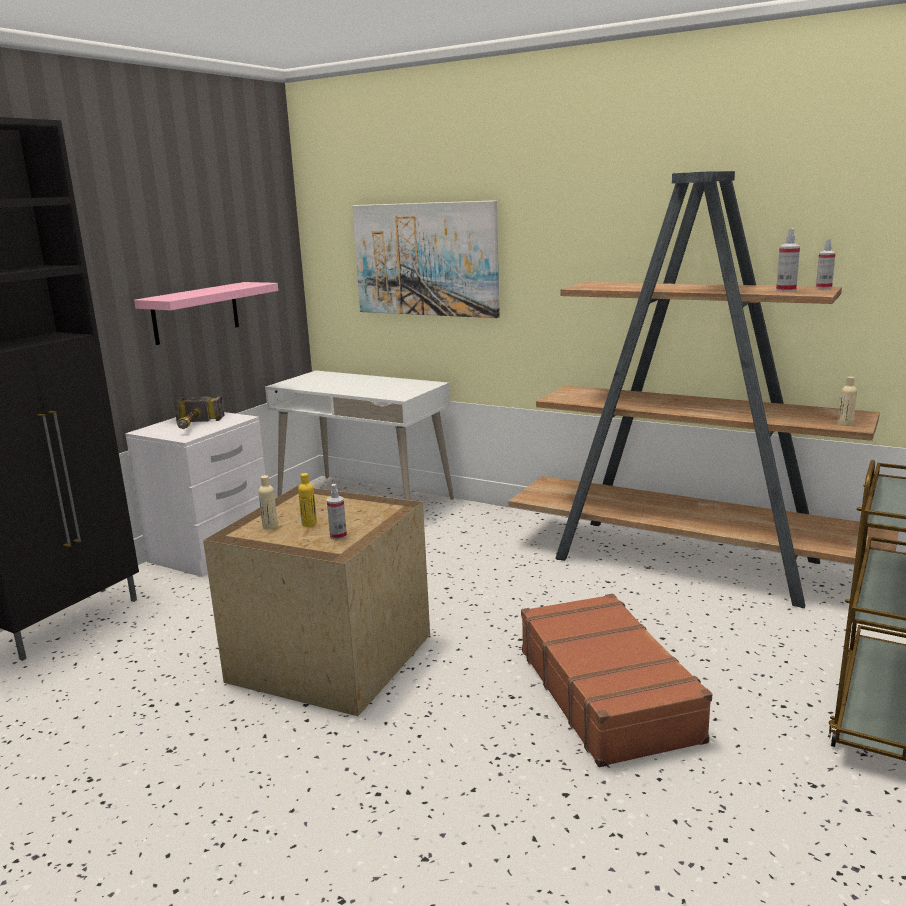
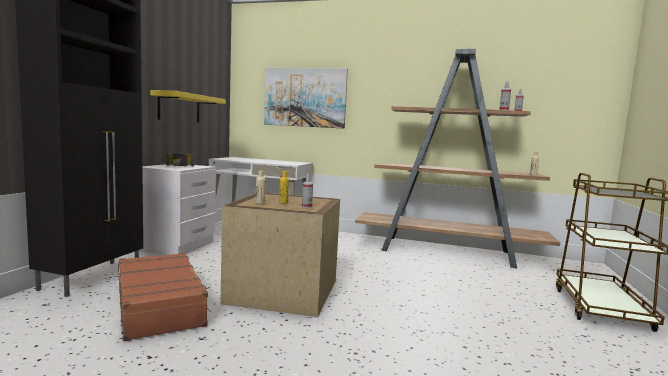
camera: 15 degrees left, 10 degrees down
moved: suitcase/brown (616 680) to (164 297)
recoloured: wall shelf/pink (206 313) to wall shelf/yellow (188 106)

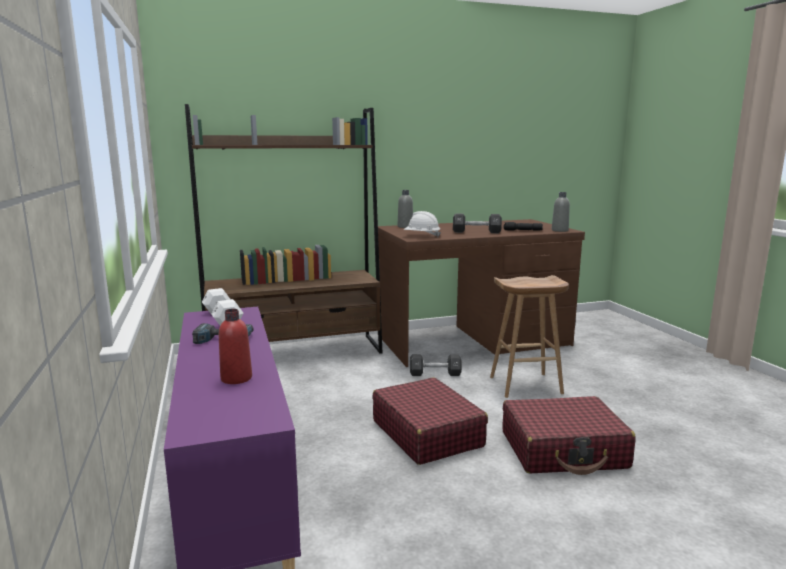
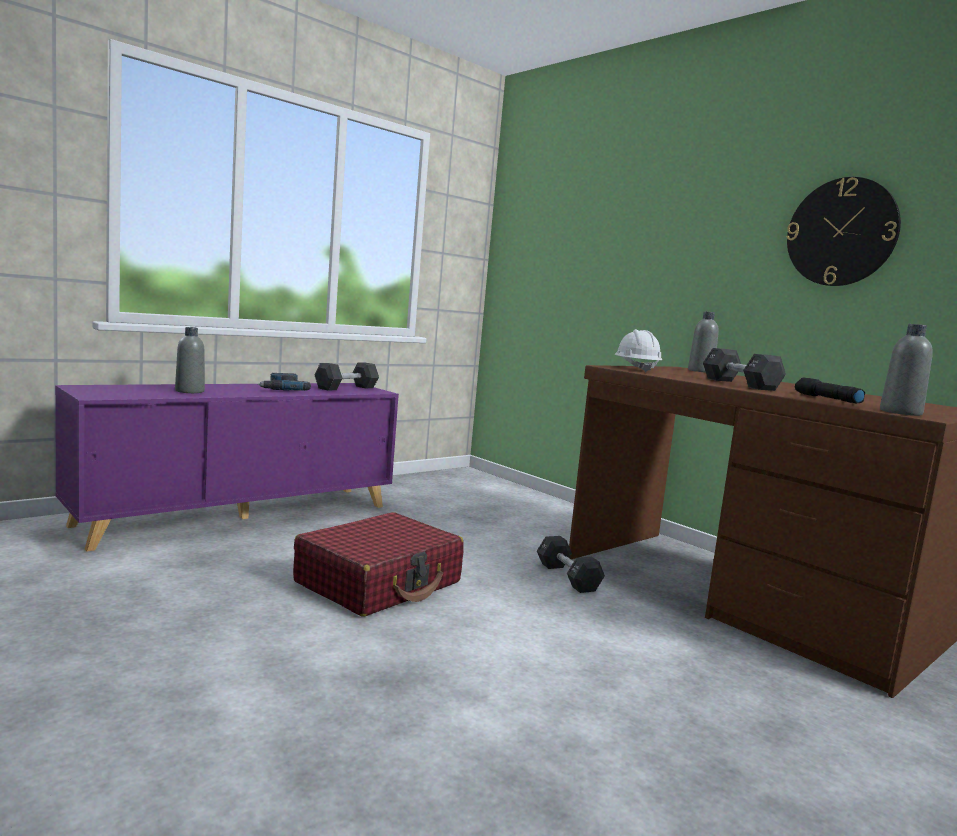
camera: 65 degrees right, 5 degrees down
removed: shelving unit/brown (283 229); sitting stool/brown (529 336); suitcase/red-coloured (569 435)
added: wall clock (843 231)
recoloured: free weight/white-coloured (223 306) to free weight/black-coloured (347 376); beverage bottle/red-coloured (235 346) to beverage bottle/gray (190 360)

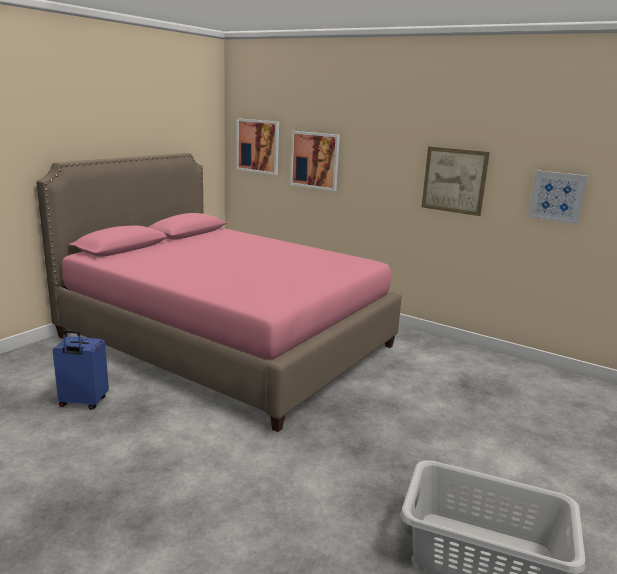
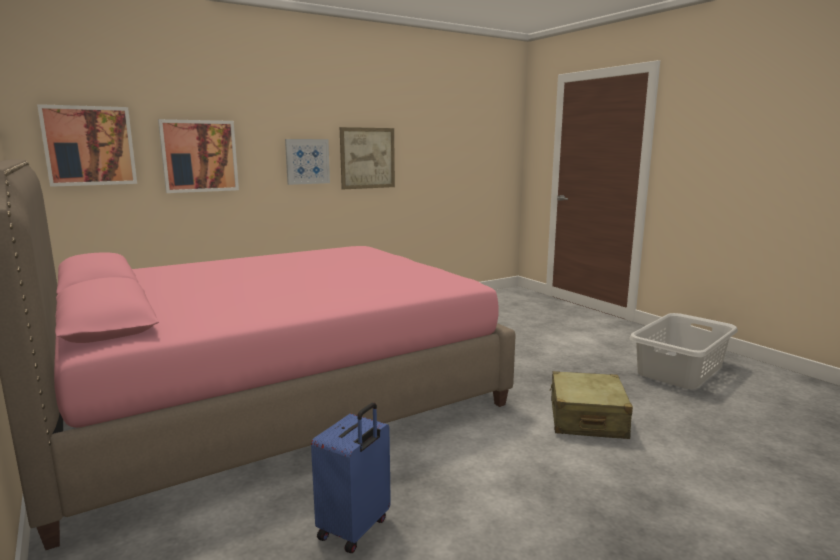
camera: 65 degrees left, 5 degrees down
added: suitcase/sand-coloured (591 405)
moved: picture (558 197) to (307 162)

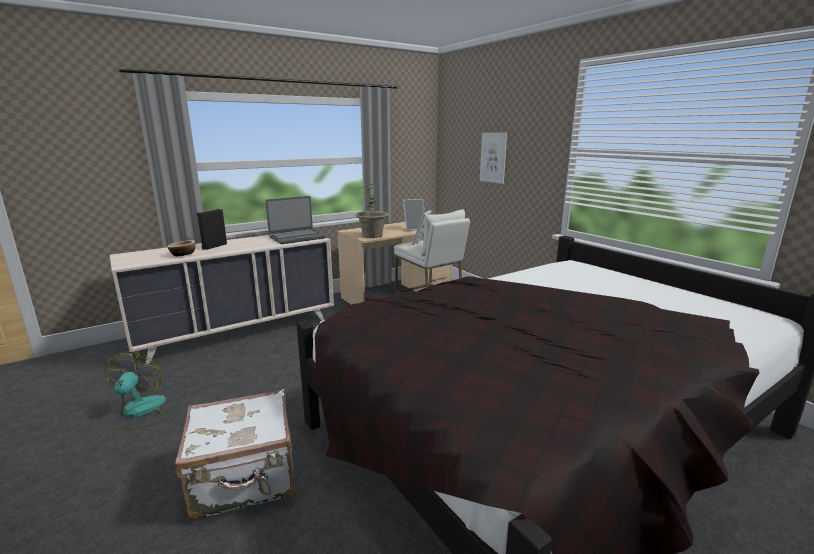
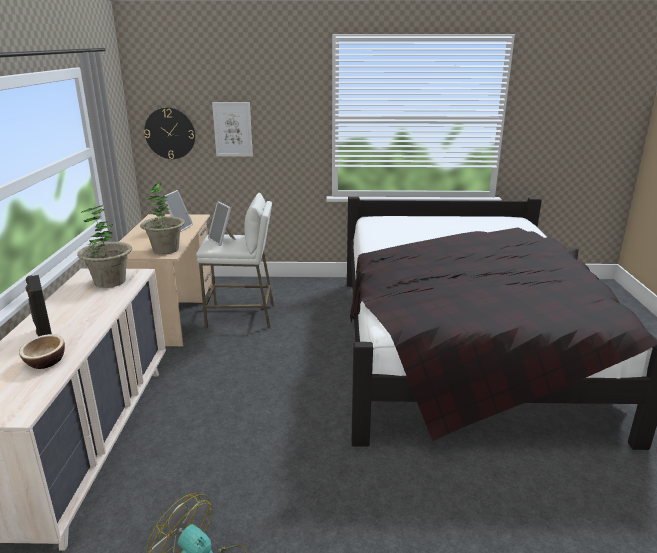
camera: 55 degrees left, 5 degrees up
removed: suitcase/white-coloured (235 455)
added: wall clock (169 133)
replaced: notebook computer (296 220) to houseplant (104 246)

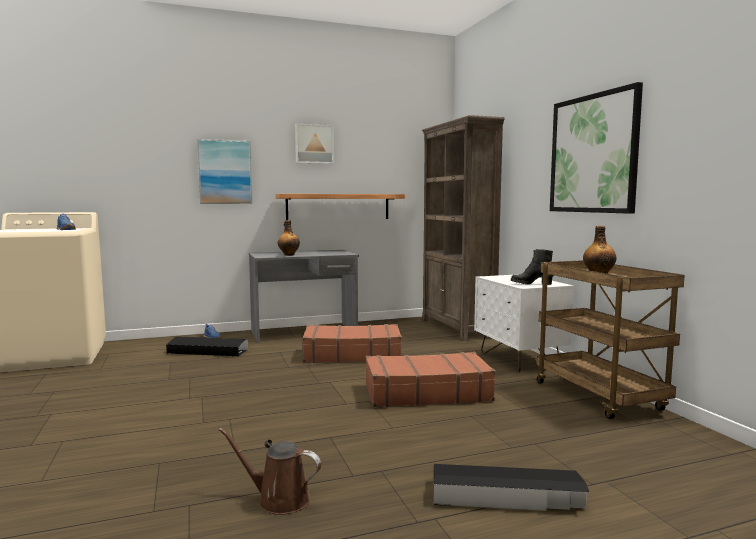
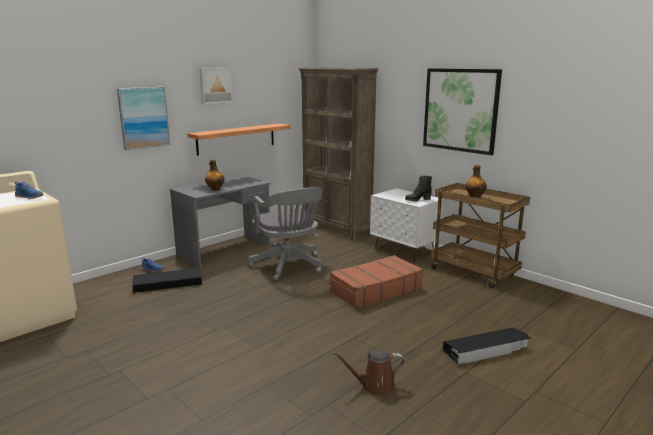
camera: 25 degrees left, 10 degrees up
replaced: suitcase/brown (352 343) to office chair/gray (285 233)

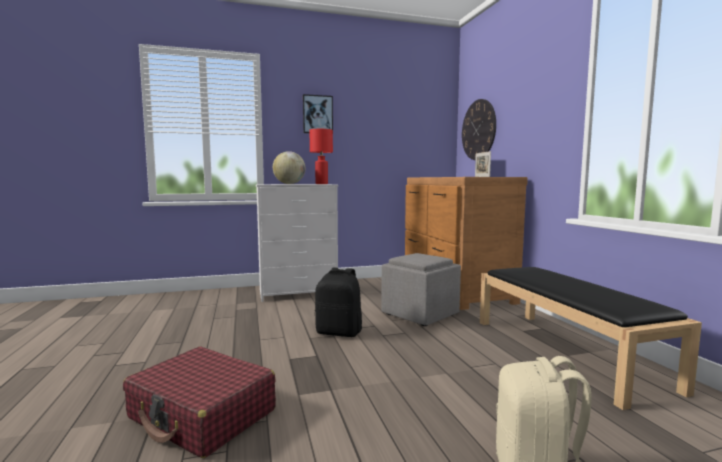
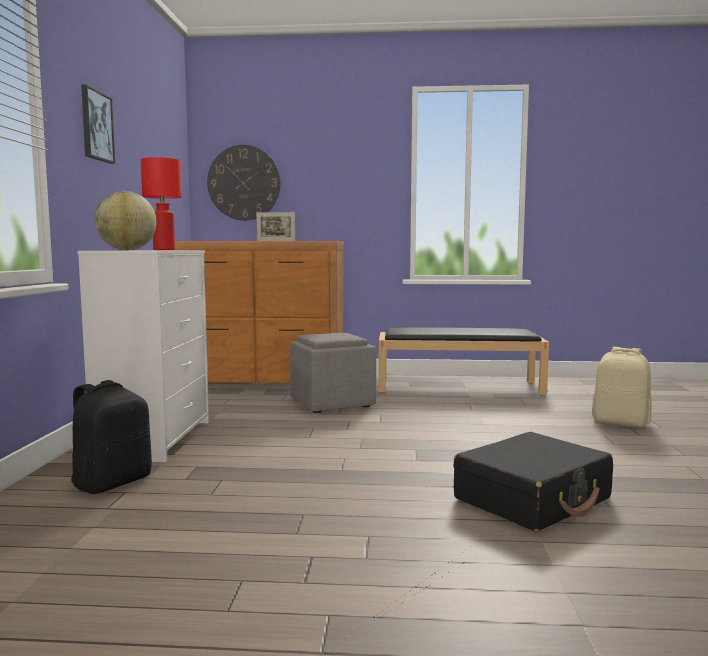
camera: 70 degrees left, 0 degrees up
moved: knapsack/black-coloured (338 302) to (111 437)
recoloured: suitcase/red-coloured (199 402) to suitcase/black-coloured (533 481)

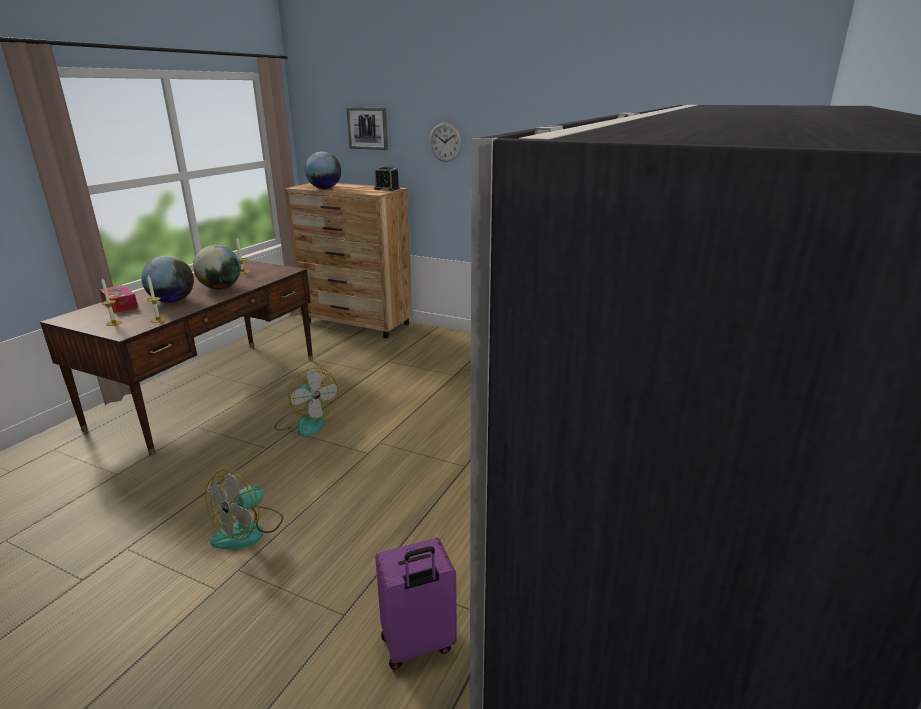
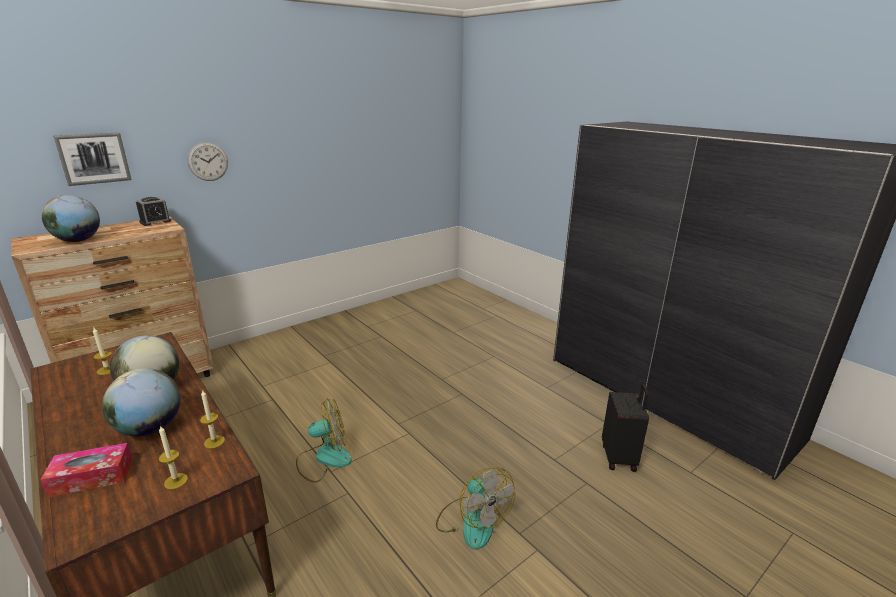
camera: 65 degrees left, 0 degrees up
recoloured: suitcase/purple (416 604) to suitcase/black-coloured (625 428)

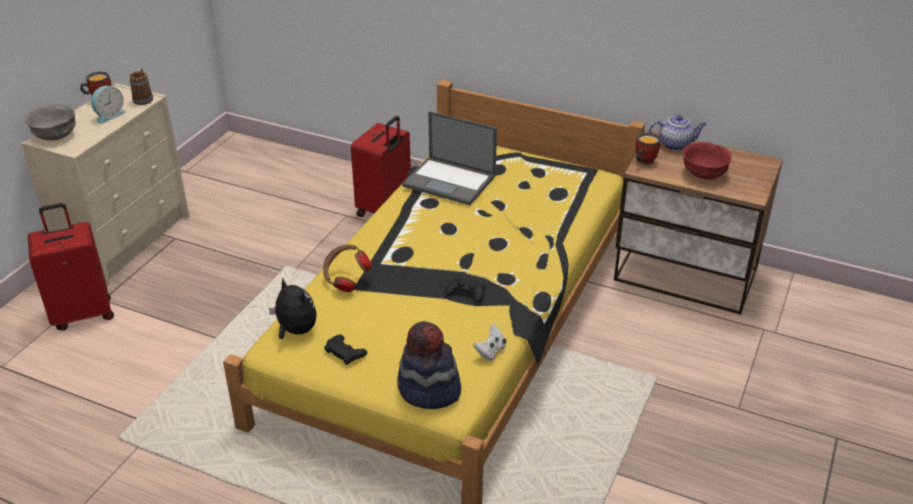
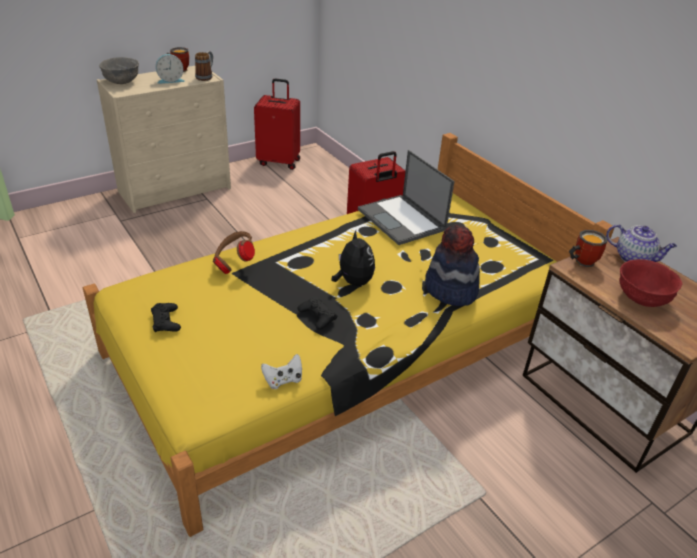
camera: 30 degrees right, 0 degrees up
moved: suitcase/red-coloured (71 267) to (277 124); plush toy (293 308) to (353 258); clothing hat (429 365) to (452 265)

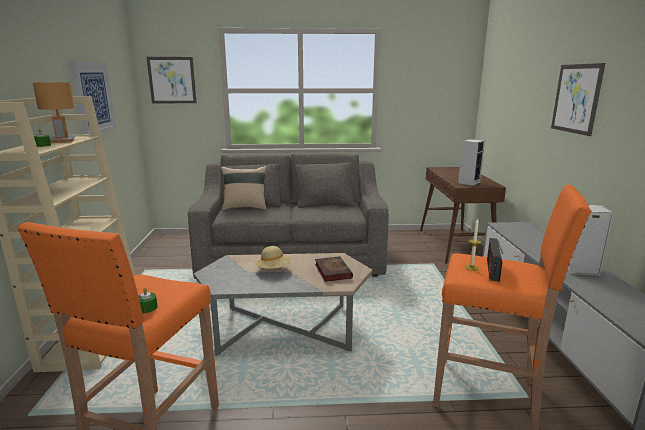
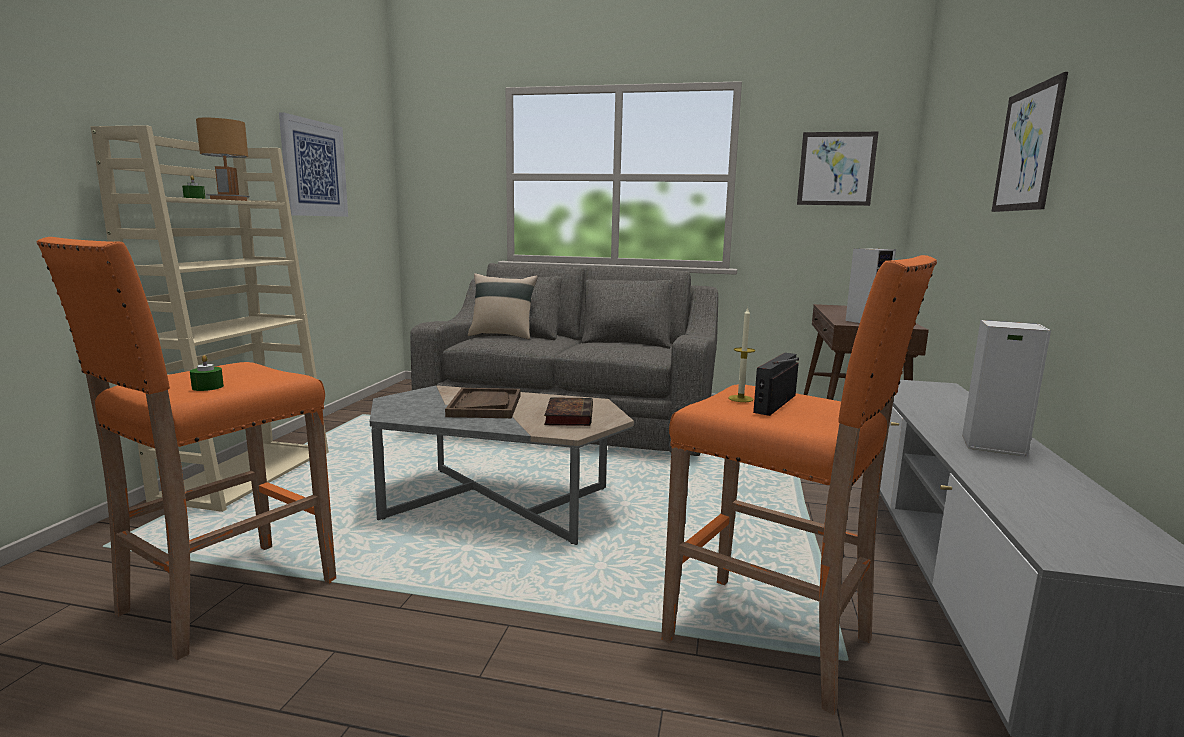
camera: 15 degrees right, 5 degrees down
moved: picture (171 80) to (838 169)
replaced: clothing hat/sand-coloured (273 257) to carrying tray/brown (483 403)

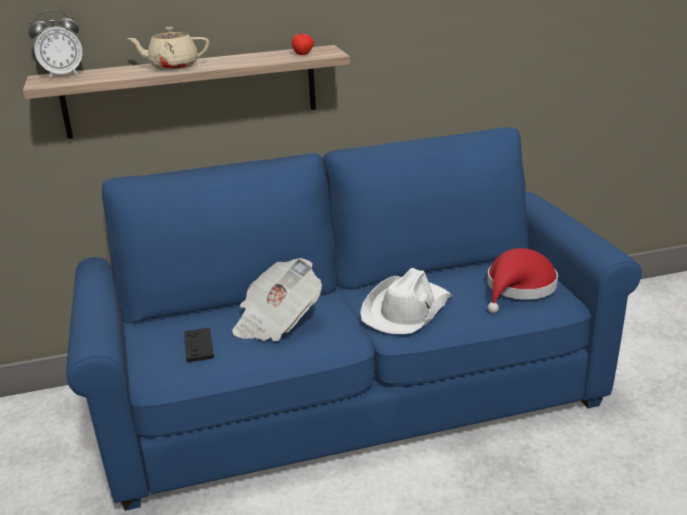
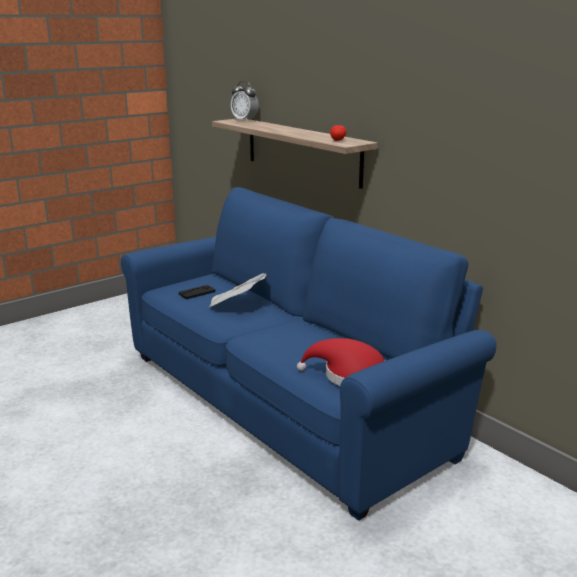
camera: 65 degrees right, 5 degrees down
removed: teapot/sand-coloured (167 48); clothing hat/white-coloured (406 301)

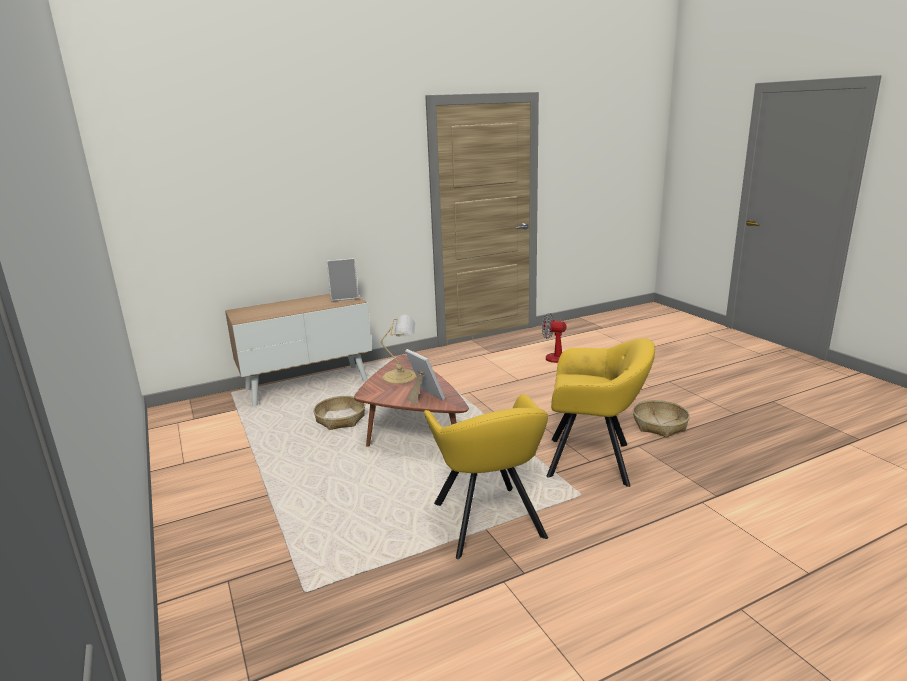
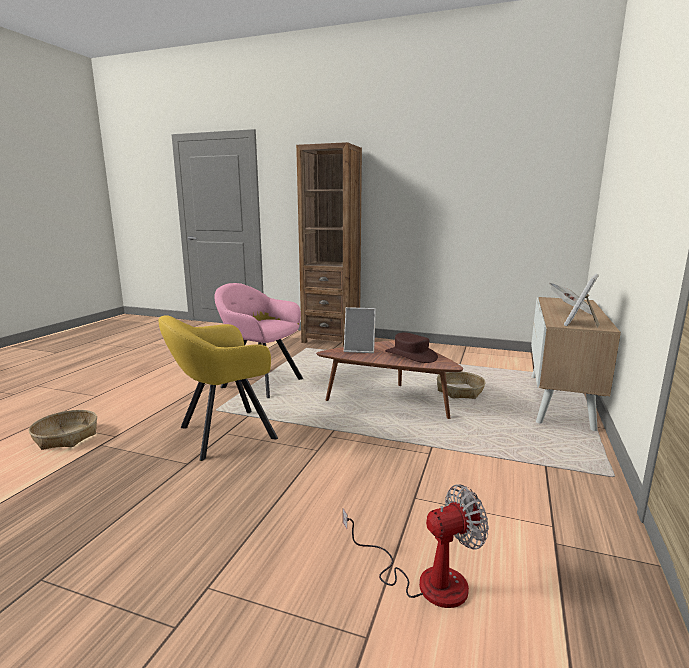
camera: 135 degrees right, 5 degrees down
added: shelving unit/brown (329 244); daily paper (570 299)
moved: household basket (661 418) to (63 430)
replaced: table lamp (399 349) to clothing hat/brown (411 347)
recoloured: armchair/yellow (486 476) to armchair/pink (258 340)

